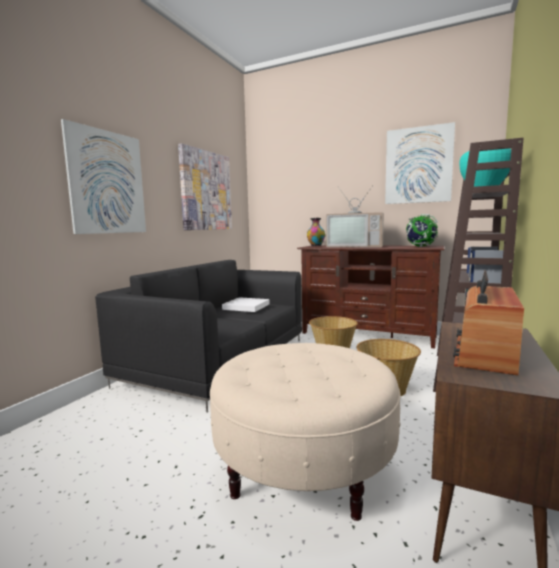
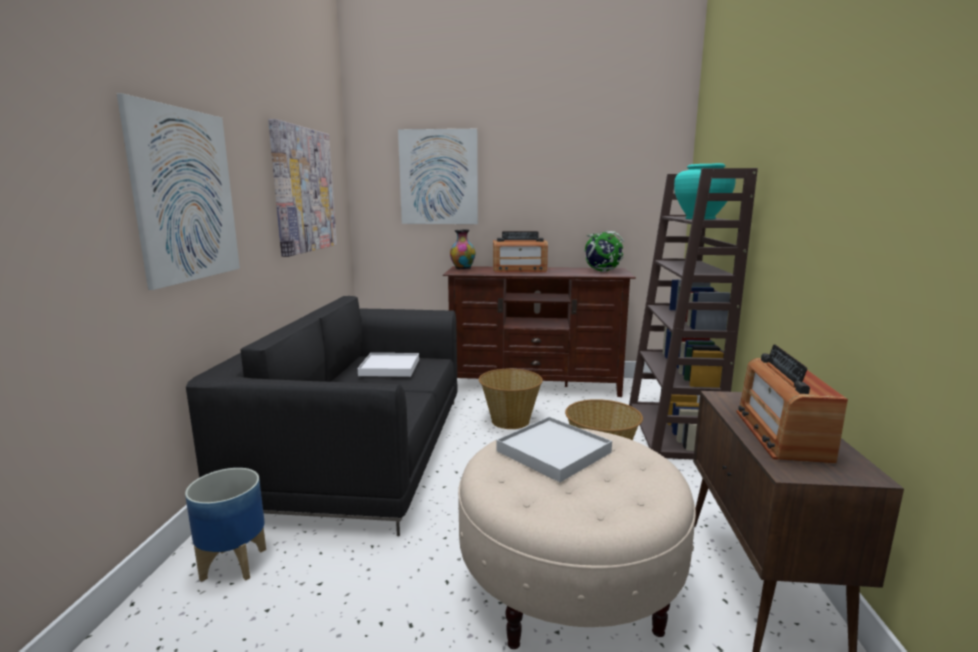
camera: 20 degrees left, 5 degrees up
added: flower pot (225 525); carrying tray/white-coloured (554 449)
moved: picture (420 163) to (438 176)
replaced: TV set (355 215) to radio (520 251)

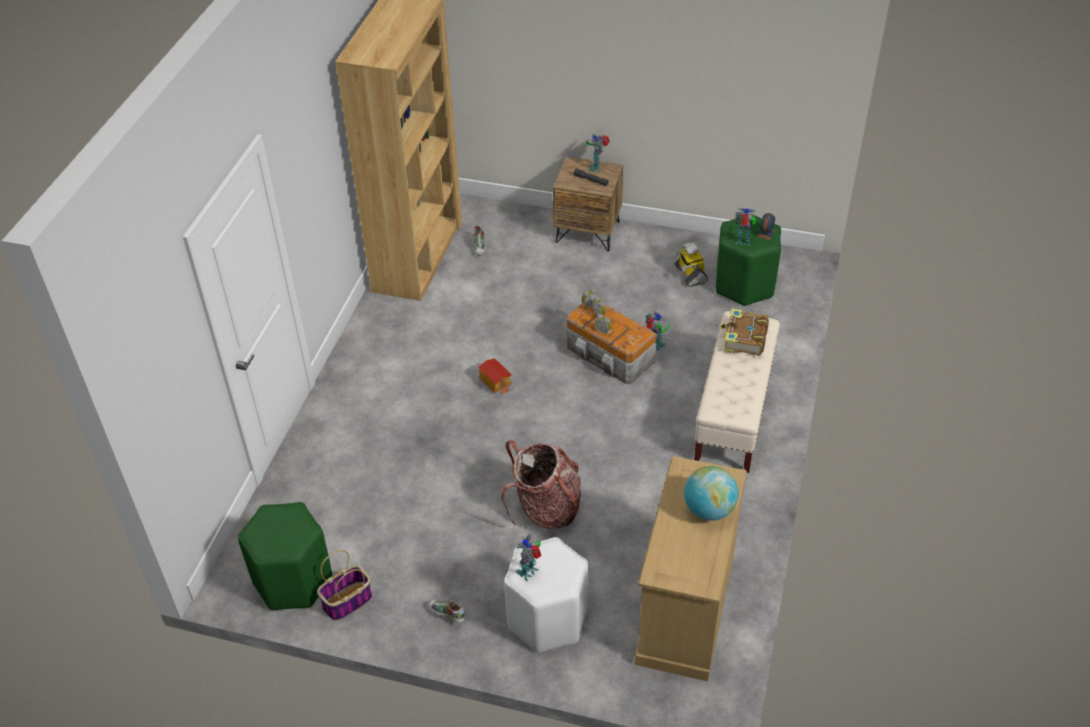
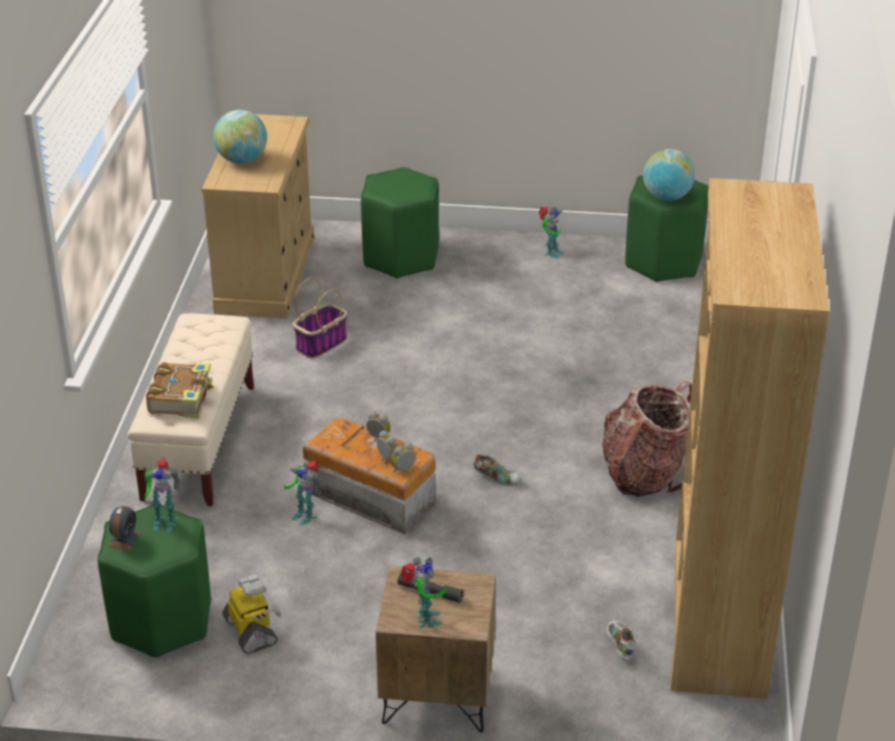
camera: 170 degrees right, 10 degrees down
removed: toy house (495 376)
added: globe (669 175)
moved: household basket (344 585) to (320 318); shoe (446 611) to (497 470); knapsack (541 484) to (647 439); robot figure (528 557) to (551 233)
recoloured: sitting stool/white-coloured (546 594) to sitting stool/green-coloured (400 223)

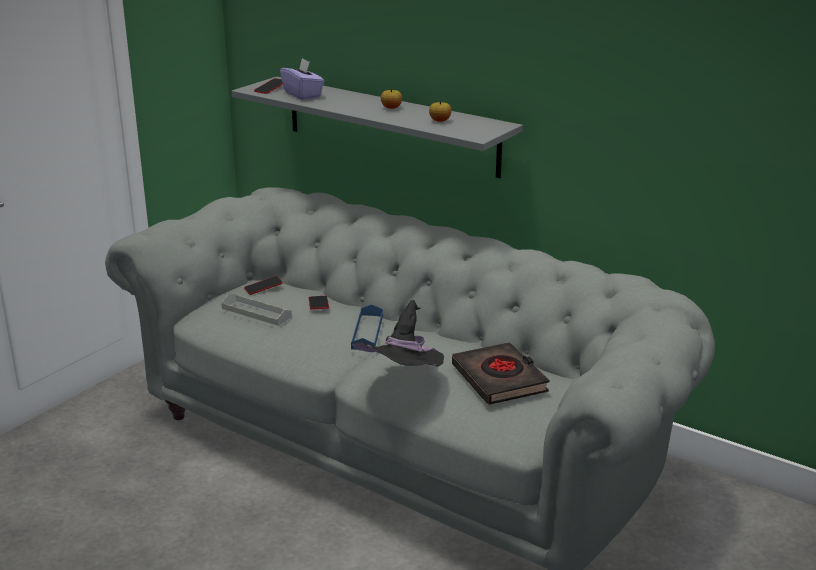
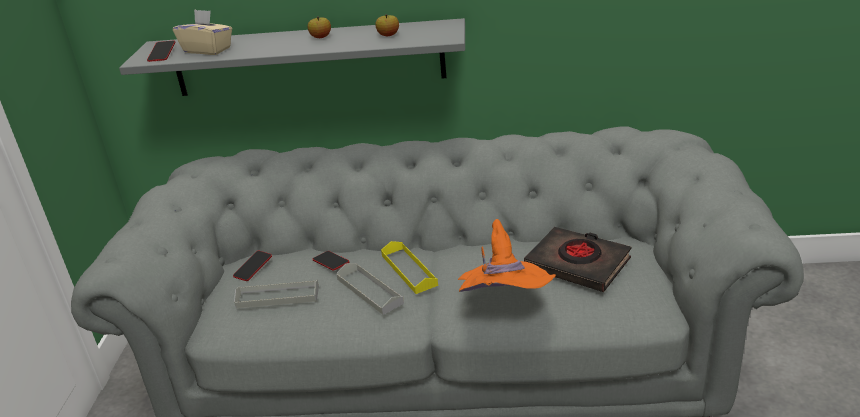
camera: 30 degrees left, 5 degrees up
added: carrying tray/gray (370 289)
recoloured: box of tissues/purple (302 79) to box of tissues/sand-coloured (202 32); carrying tray/blue-coloured (367 327) to carrying tray/yellow (409 267); clothing hat/black-coloured (398 333) to clothing hat/orange-coloured (507 255)

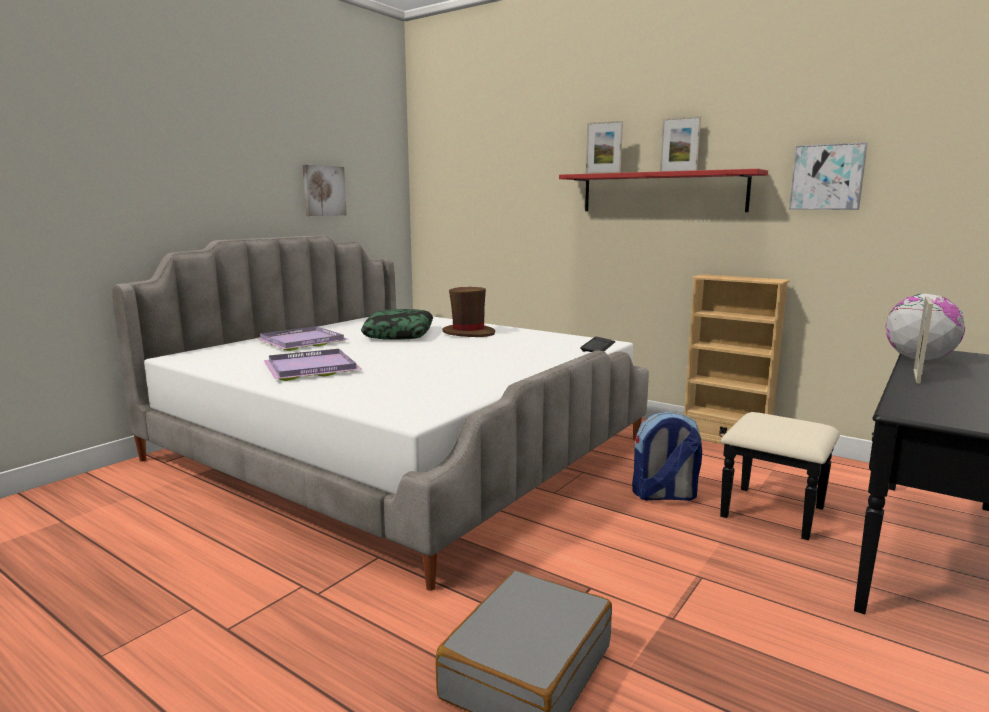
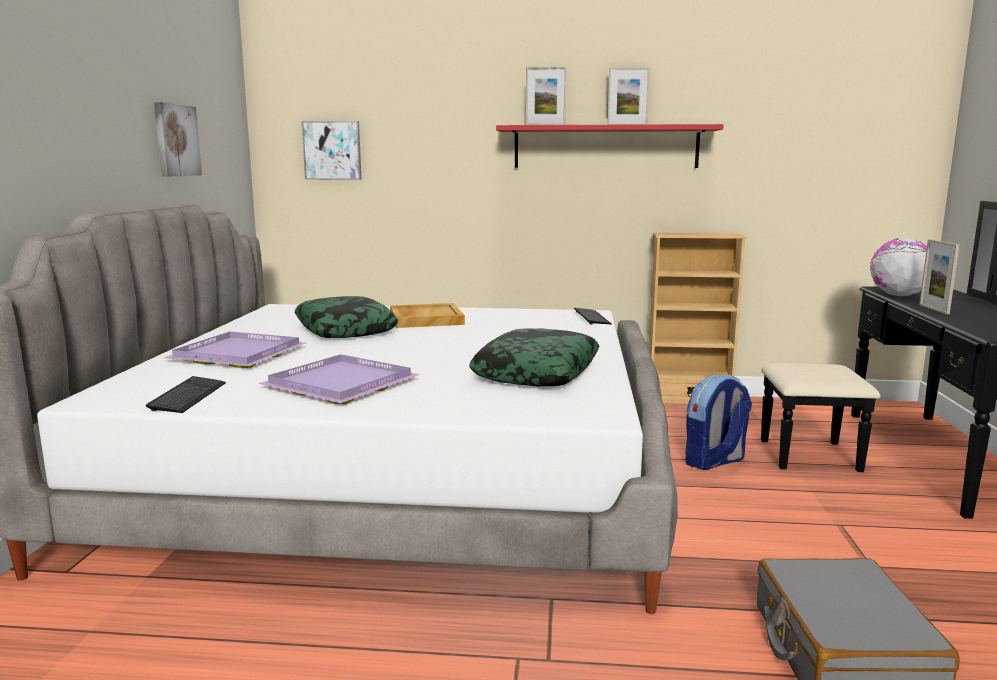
camera: 30 degrees left, 0 degrees up
added: PC keyboard (186 394); cushion (534 357)
moved: picture (828 176) to (331 150)
replaced: clothing hat/brown (469 312) to carrying tray/sand-coloured (427 315)

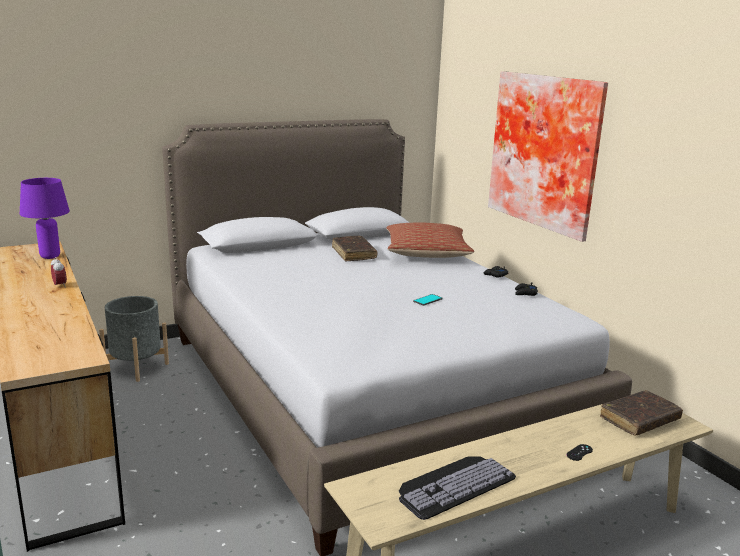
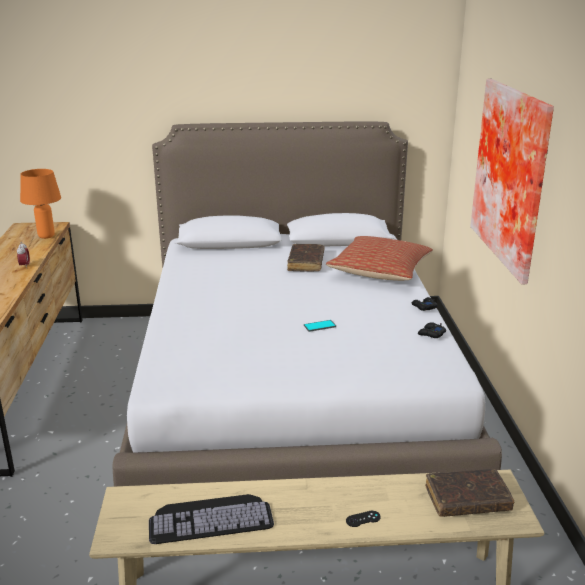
camera: 25 degrees right, 5 degrees up
removed: flower pot/gray (134 339)
recoloured: table lamp/purple (45 218) to table lamp/orange-coloured (40 204)

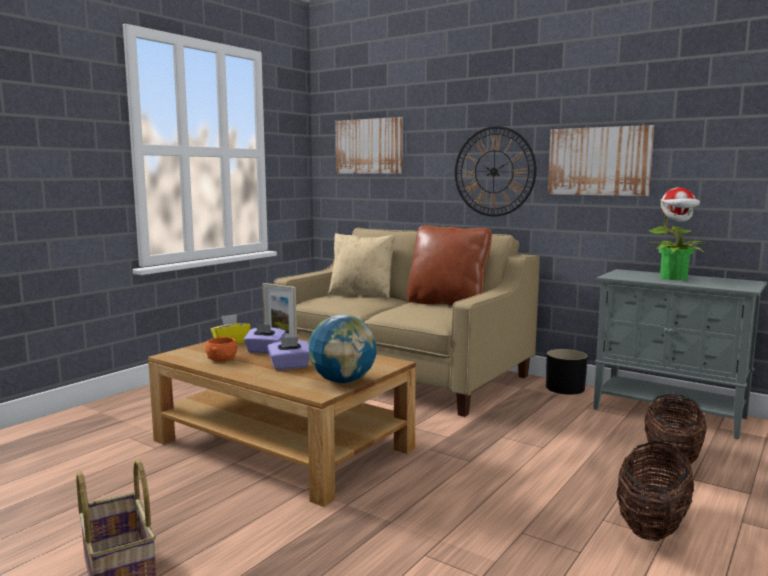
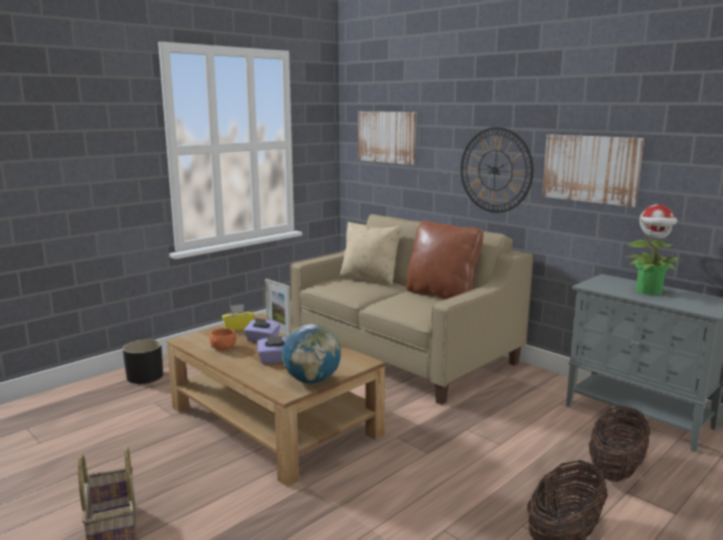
camera: 10 degrees right, 5 degrees up
moved: flower pot/black-coloured (567 372) to (143 361)

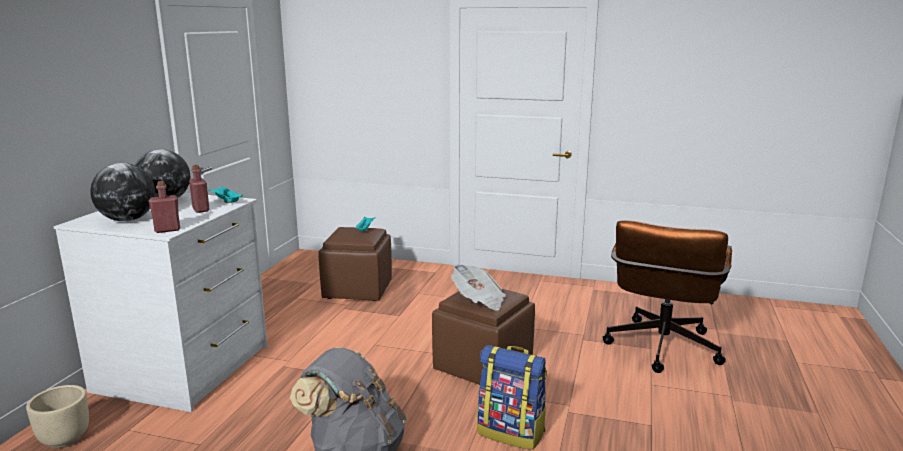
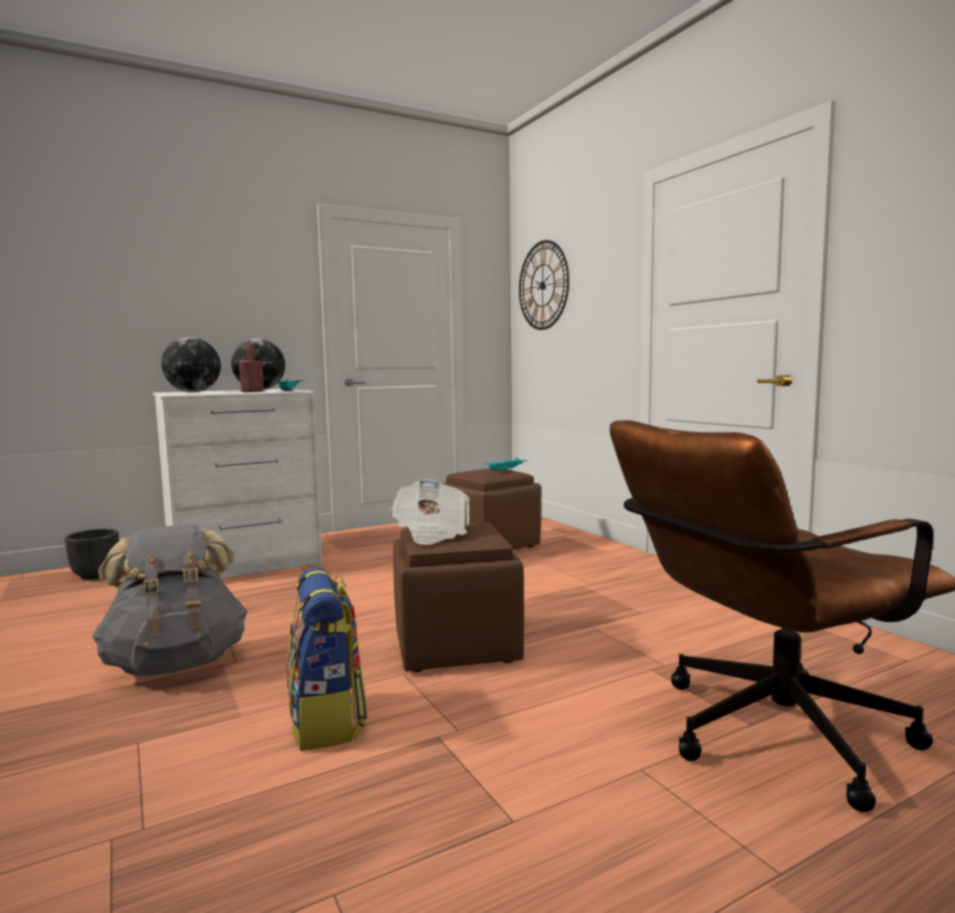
camera: 45 degrees right, 10 degrees down
removed: beverage bottle/red-coloured (164 207)
added: wall clock (544 285)
recoloured: flower pot/sand-coloured (57 416) to flower pot/black-coloured (92 554)

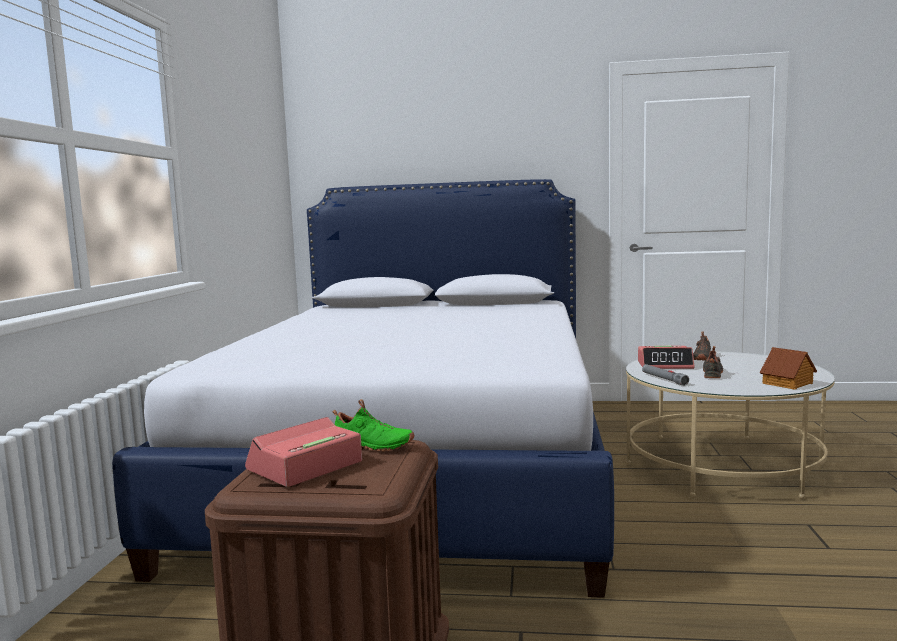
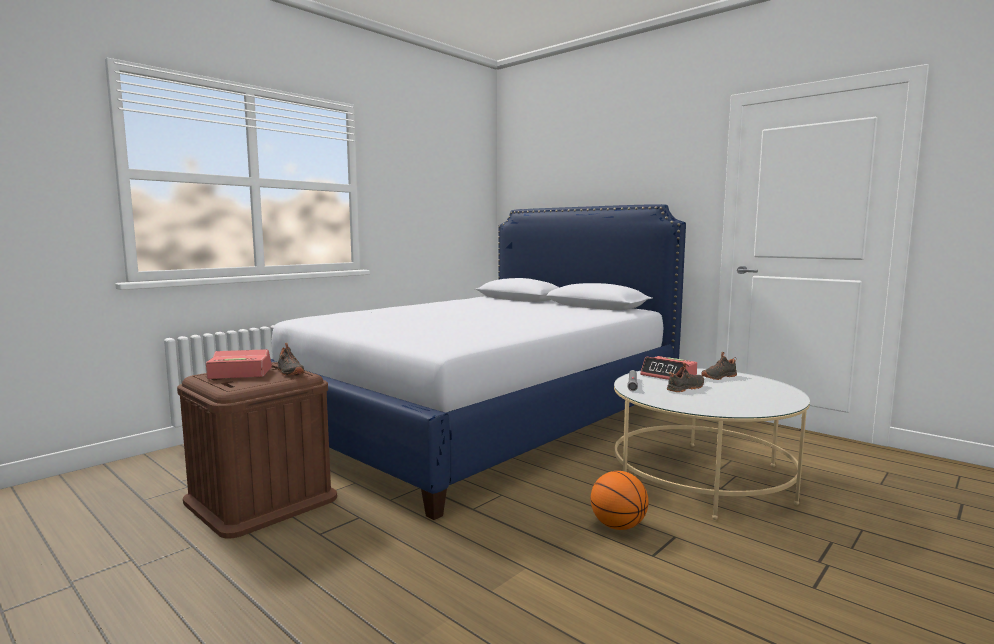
camera: 35 degrees right, 0 degrees up
removed: toy house (788 368)
added: ball for basketball (619 500)
recoloured: shoe/green-coloured (373 425) to shoe/black-coloured (290 359)

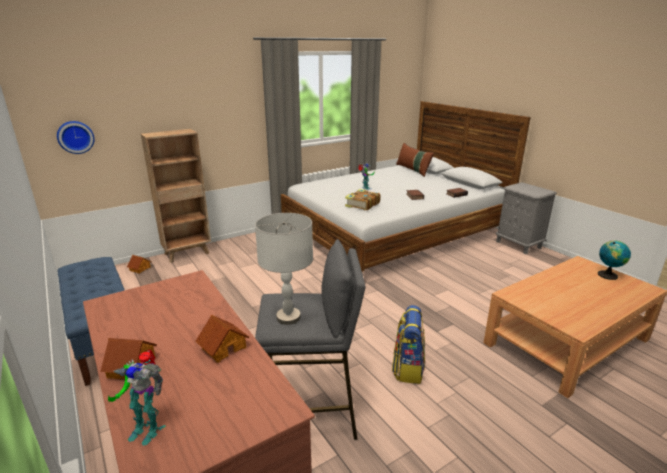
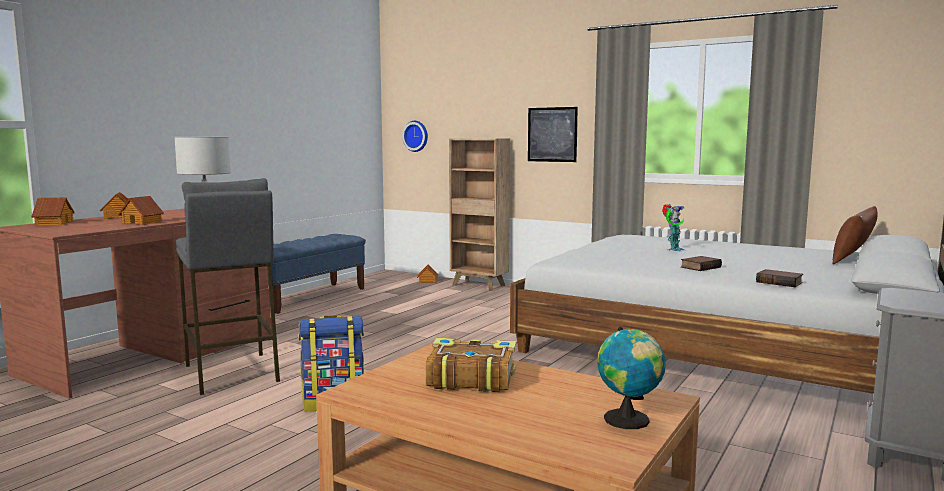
camera: 65 degrees right, 15 degrees down
added: picture (553 134)
moved: bound book (363 199) to (470 365)
replaced: robot figure (137 398) to toy house (53 211)

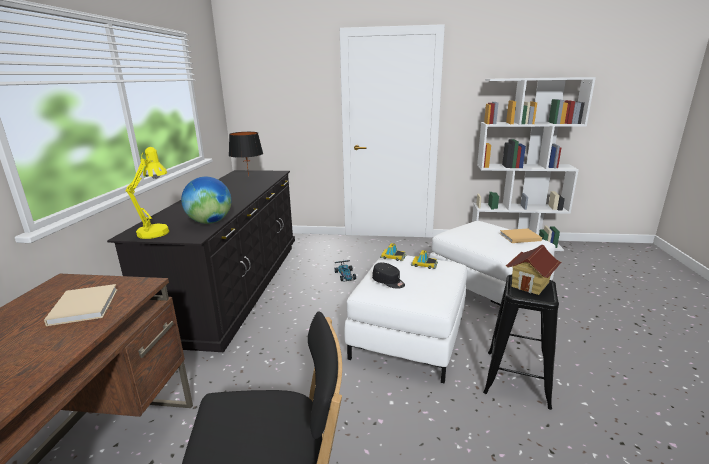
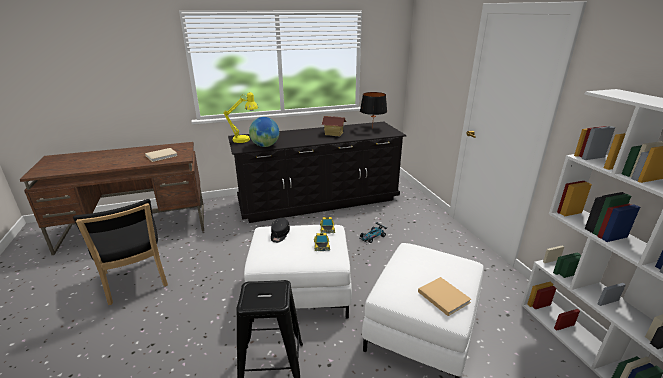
camera: 65 degrees right, 5 degrees up
moved: toy house (533 270) to (334 126)

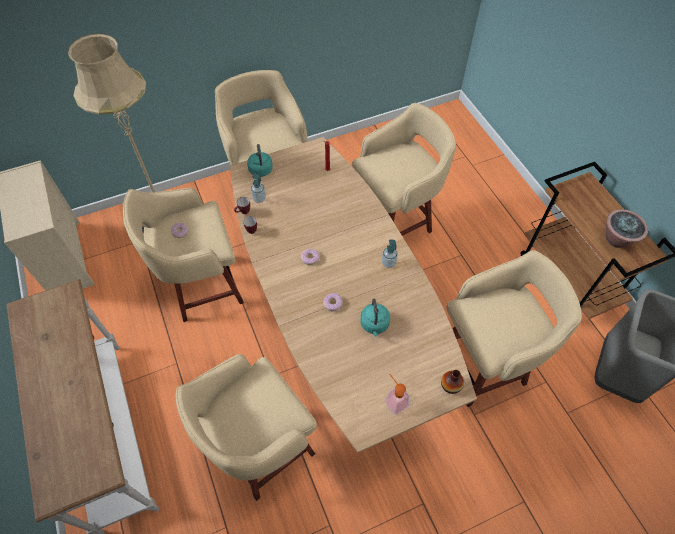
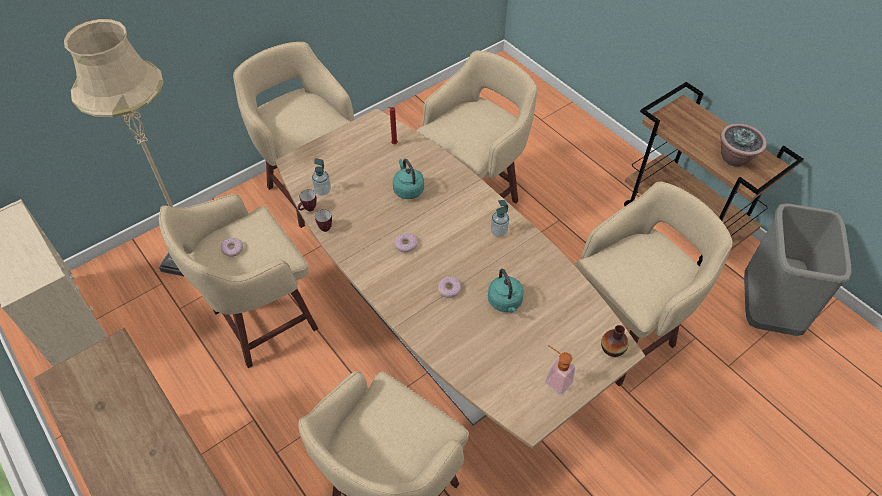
camera: 15 degrees left, 5 degrees down
moved: kettle/turquoise-coloured (260 160) to (408 179)

